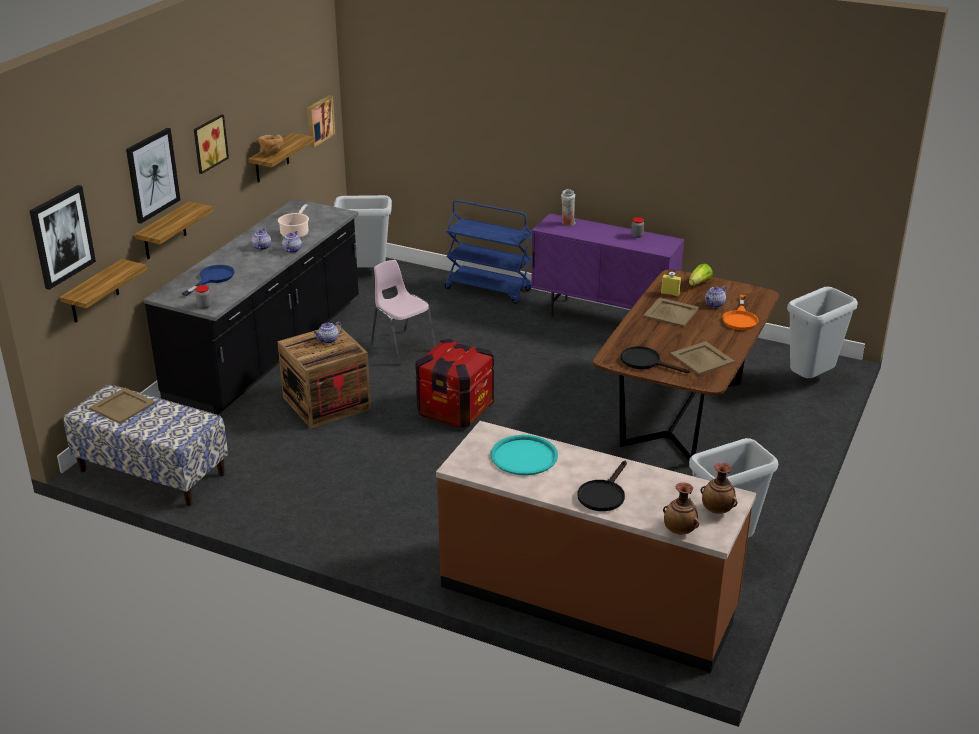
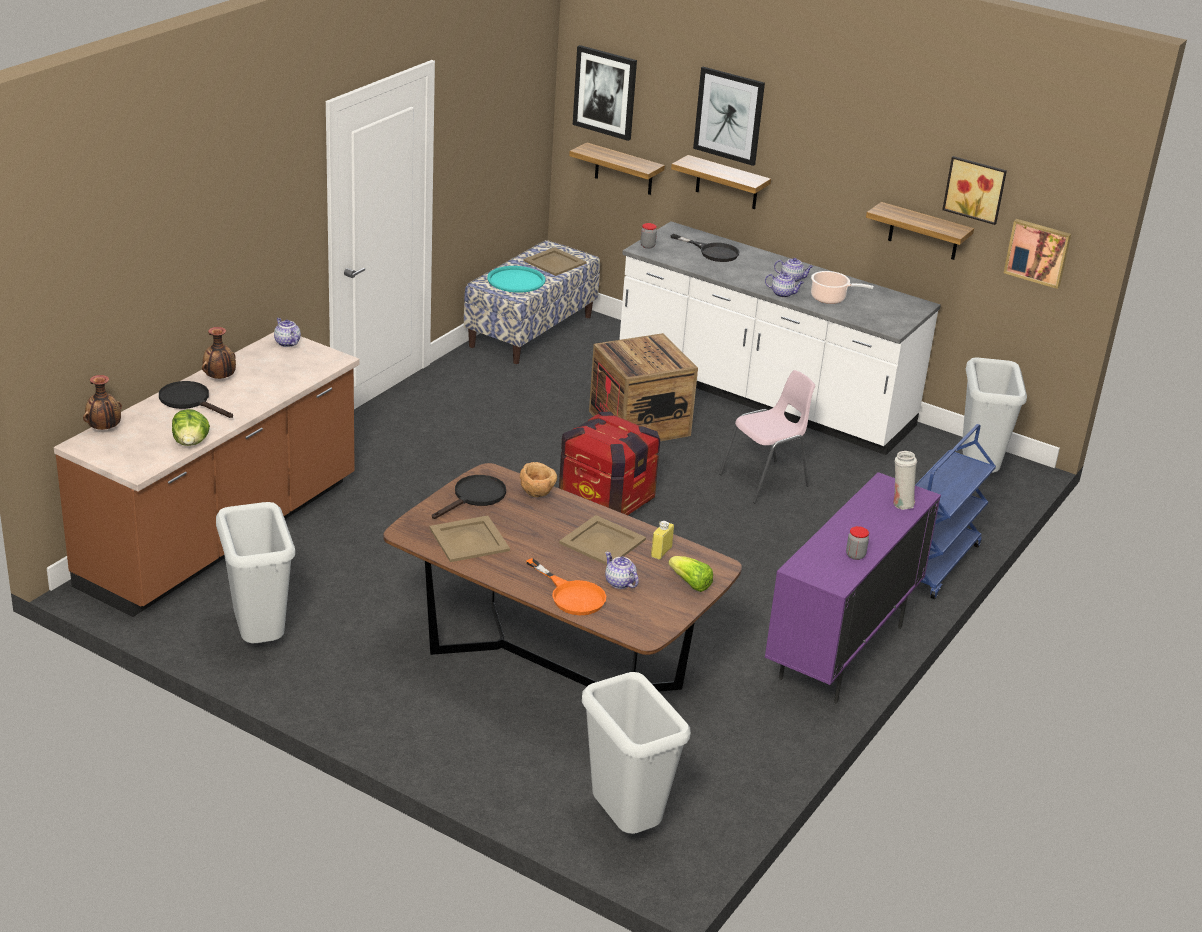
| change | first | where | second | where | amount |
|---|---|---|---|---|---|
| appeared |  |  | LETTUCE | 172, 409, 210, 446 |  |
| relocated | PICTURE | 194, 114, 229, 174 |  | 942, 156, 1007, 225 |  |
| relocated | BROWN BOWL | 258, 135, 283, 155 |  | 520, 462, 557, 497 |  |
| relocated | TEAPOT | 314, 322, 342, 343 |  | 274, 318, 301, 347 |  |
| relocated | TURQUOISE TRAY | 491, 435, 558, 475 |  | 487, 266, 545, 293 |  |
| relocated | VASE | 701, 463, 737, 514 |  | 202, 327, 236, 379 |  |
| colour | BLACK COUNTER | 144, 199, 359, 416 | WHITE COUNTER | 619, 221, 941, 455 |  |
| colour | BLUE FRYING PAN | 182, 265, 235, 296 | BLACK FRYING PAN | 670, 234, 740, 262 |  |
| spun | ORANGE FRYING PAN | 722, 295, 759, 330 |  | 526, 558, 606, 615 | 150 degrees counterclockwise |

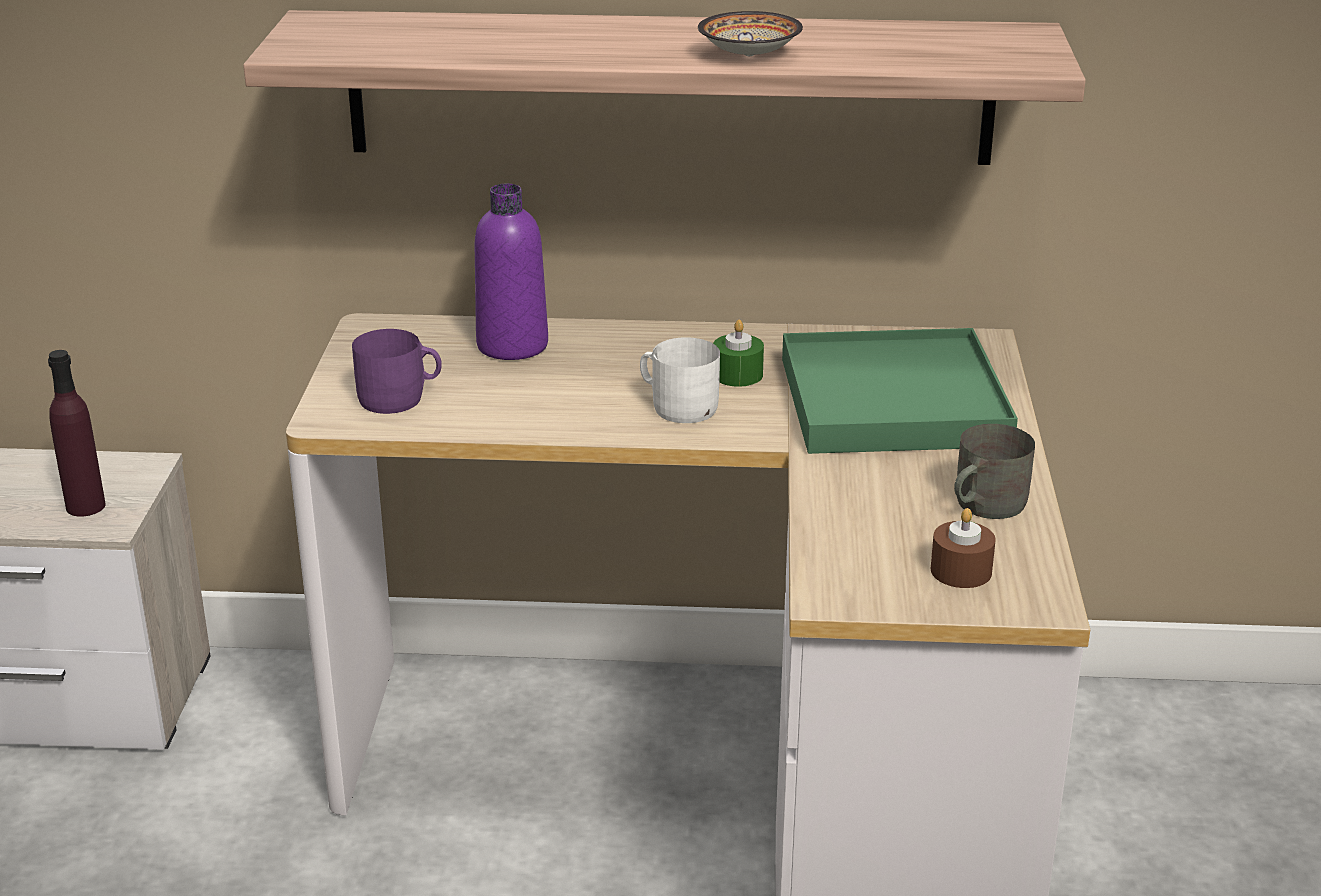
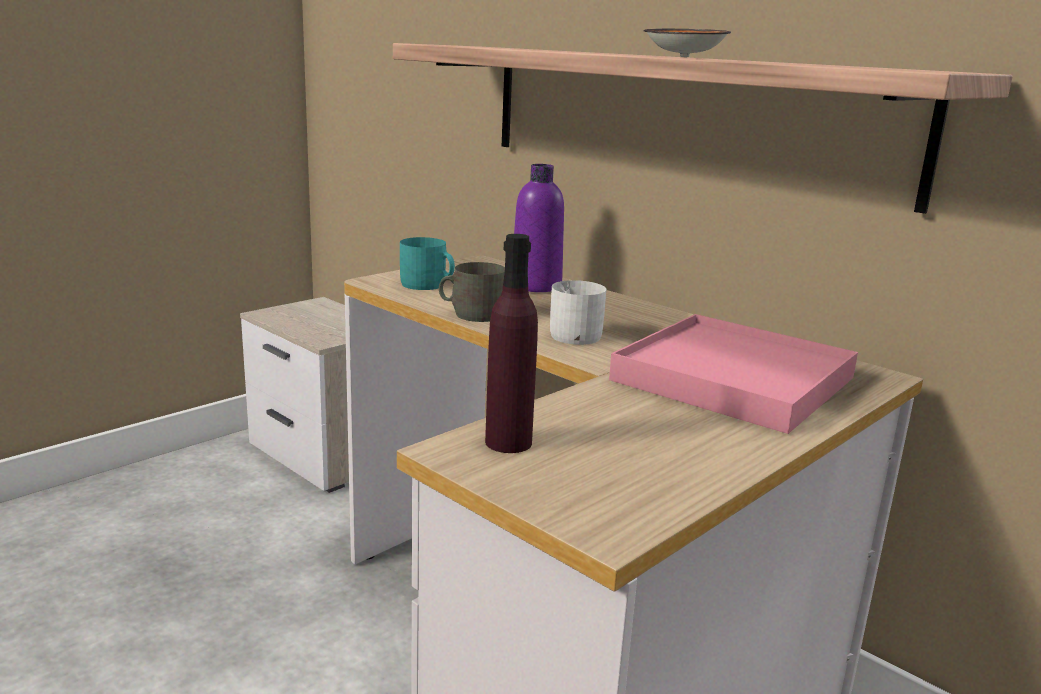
| change | first | where | second | where | amount |
|---|---|---|---|---|---|
| missing | GREEN CANDLE | 713, 320, 764, 387 |  |  |  |
| missing | BROWN CANDLE | 931, 508, 996, 588 |  |  |  |
| relocated | PURPLE BOTTLE | 48, 350, 106, 517 |  | 485, 234, 538, 453 |  |
| relocated | GREY MUG | 954, 424, 1035, 519 |  | 439, 262, 505, 322 |  |
| colour | PURPLE MUG | 352, 329, 442, 414 | TURQUOISE MUG | 400, 237, 455, 290 |  |
| colour | GREEN TRAY | 782, 328, 1018, 454 | PINK TRAY | 609, 314, 858, 434 |  |

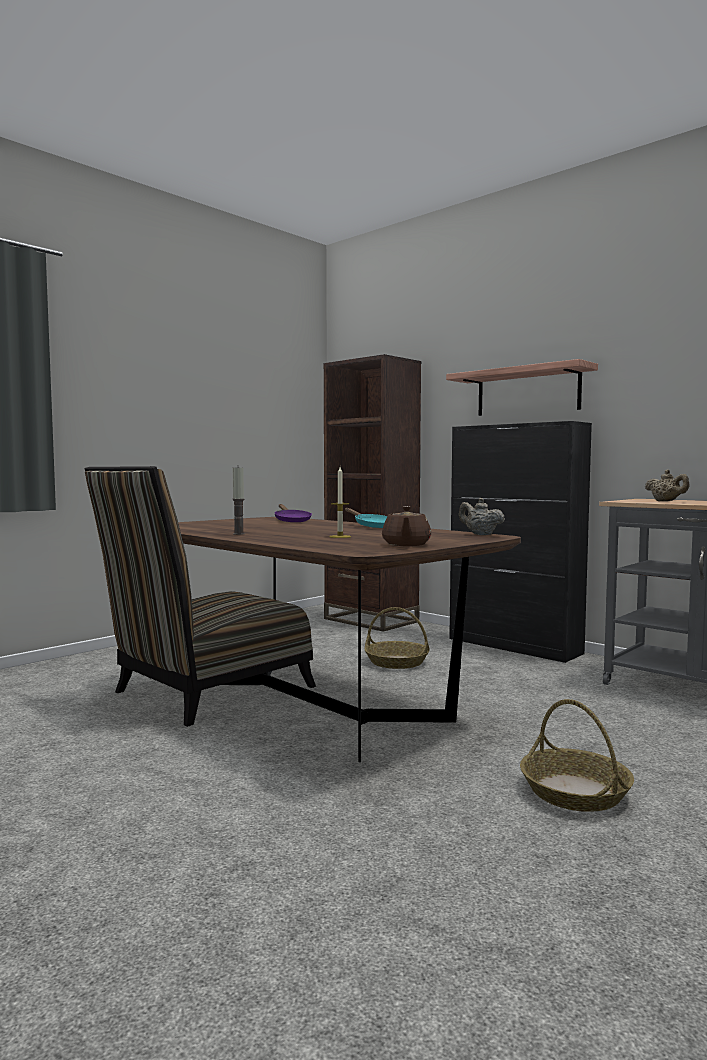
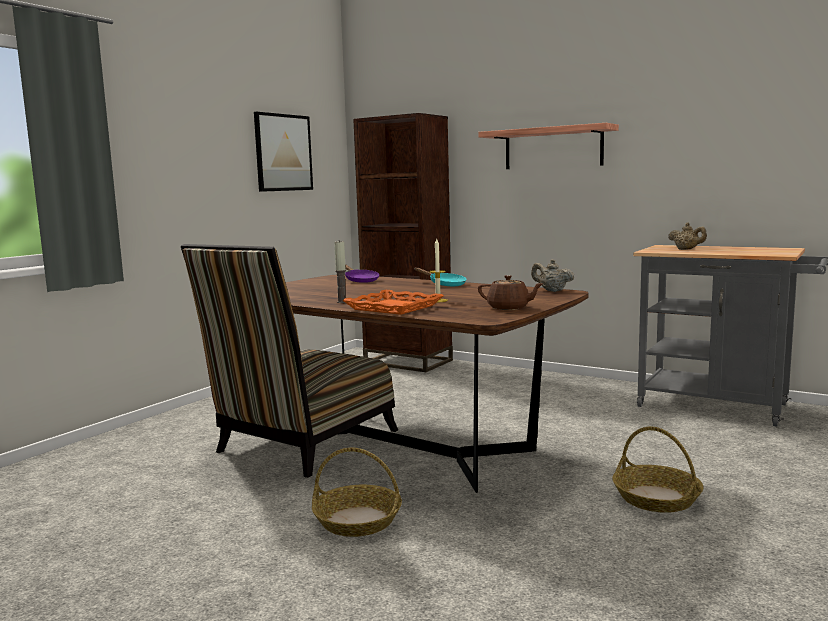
| change | first | where | second | where | amount |
|---|---|---|---|---|---|
| missing | BLACK CABINET | 449, 421, 592, 663 |  |  |  |
| appeared |  |  | PICTURE | 254, 112, 313, 192 |  |
| appeared |  |  | ORANGE TRAY | 342, 290, 444, 315 |  |
| relocated | BASKET | 365, 607, 430, 669 |  | 312, 447, 402, 537 |  |
| spun | BROWN TEAPOT | 382, 506, 431, 546 |  | 478, 275, 544, 310 | 60 degrees counterclockwise |

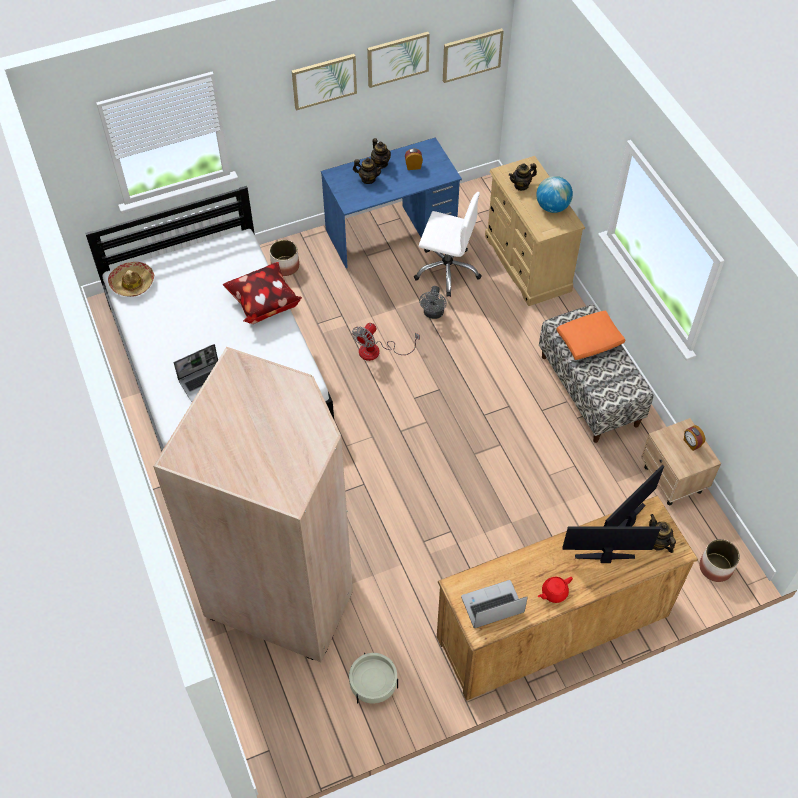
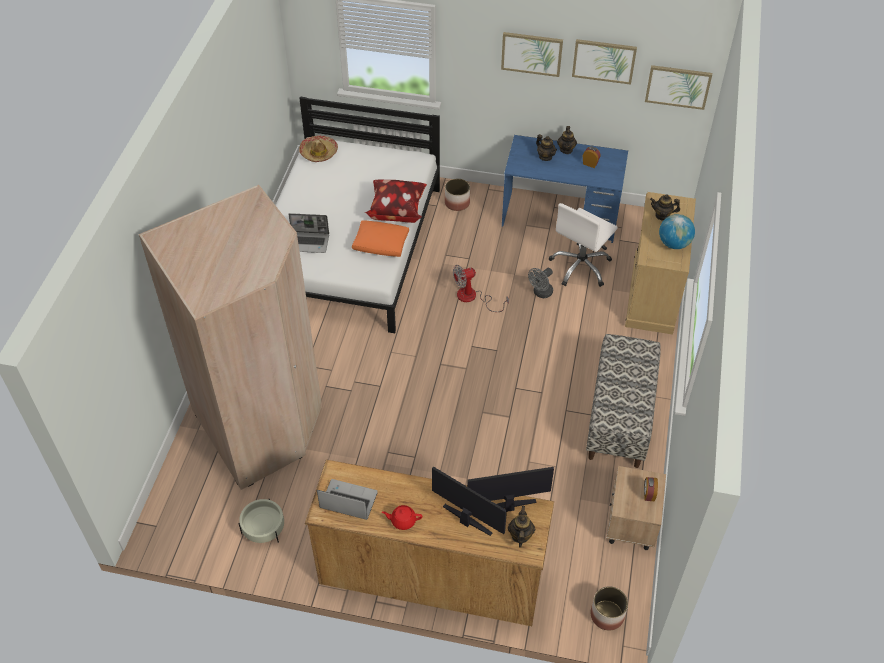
| change | first | where | second | where | amount |
|---|---|---|---|---|---|
| relocated | ORANGE PILLOW | 556, 311, 625, 360 |  | 352, 220, 409, 257 |  |
| spun | WHITE OFFICE CHAIR | 414, 192, 482, 297 |  | 549, 203, 618, 287 | 75 degrees clockwise |

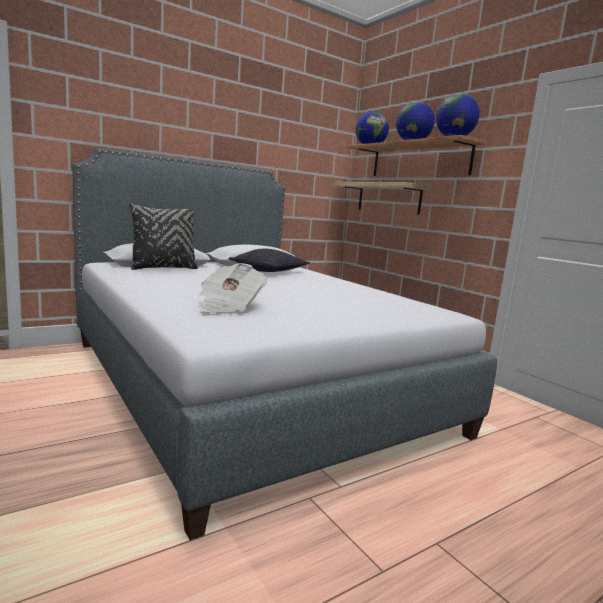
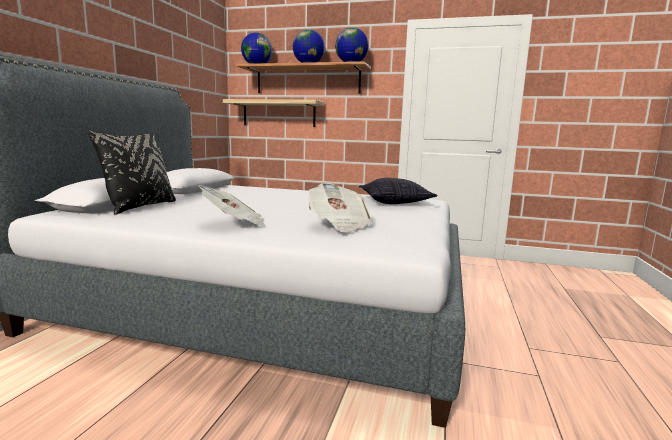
| change | first | where | second | where | amount |
|---|---|---|---|---|---|
| appeared |  |  | NEWSPAPER | 198, 185, 266, 227 |  |
| relocated | PILLOW | 229, 248, 310, 272 |  | 359, 178, 438, 204 |  |

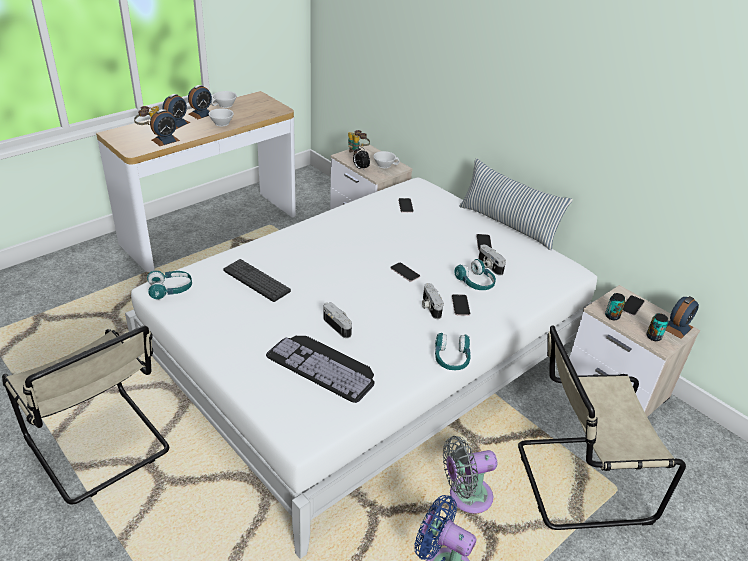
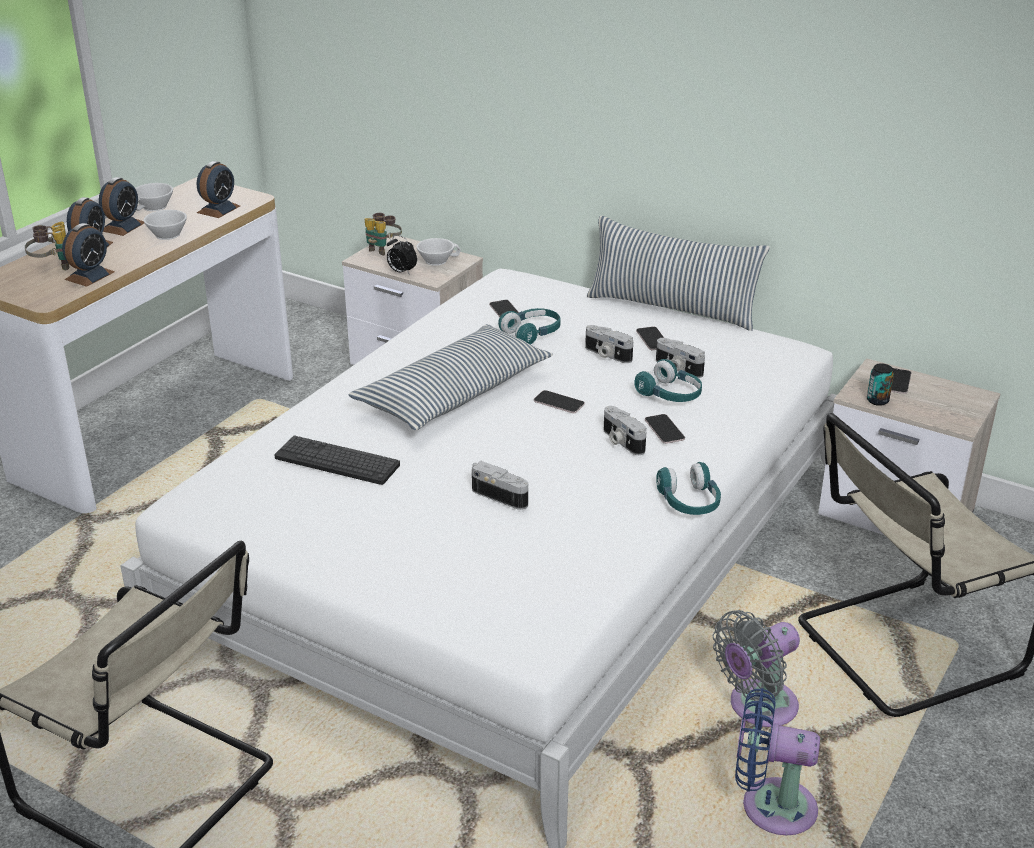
| change | first | where | second | where | amount |
|---|---|---|---|---|---|
| missing | KEYBOARD | 266, 336, 375, 403 |  |  |  |
| missing | CAN | 646, 313, 668, 341 |  |  |  |
| appeared |  |  | PILLOW | 349, 324, 553, 430 |  |
| appeared |  |  | PHOTO CAMERA | 585, 325, 633, 363 |  |
| relocated | TURQUOISE HEADPHONES | 147, 270, 192, 299 |  | 498, 308, 561, 345 |  |
| relocated | ALARM CLOCK | 666, 296, 699, 339 |  | 197, 161, 240, 218 |  |

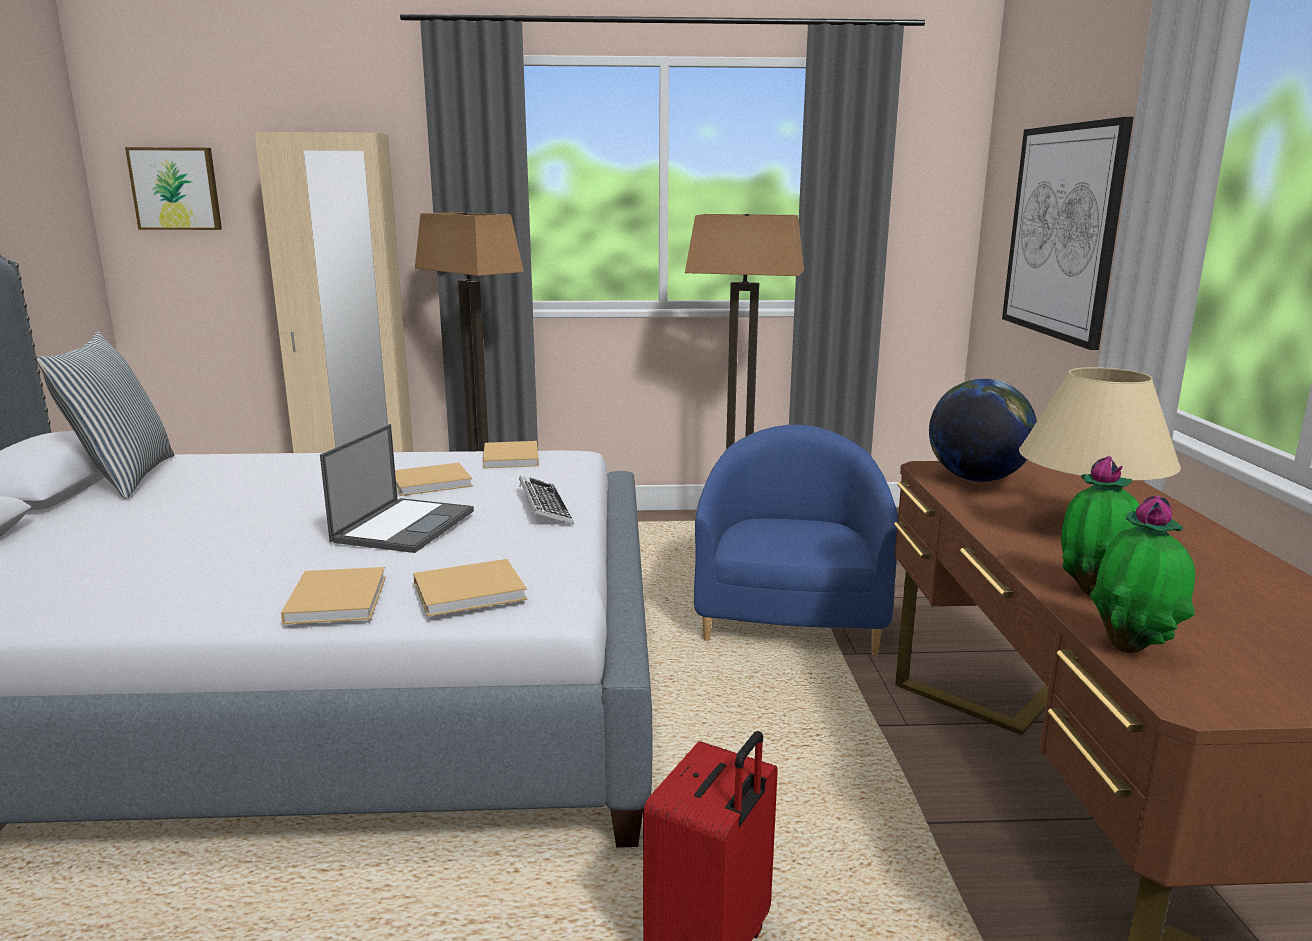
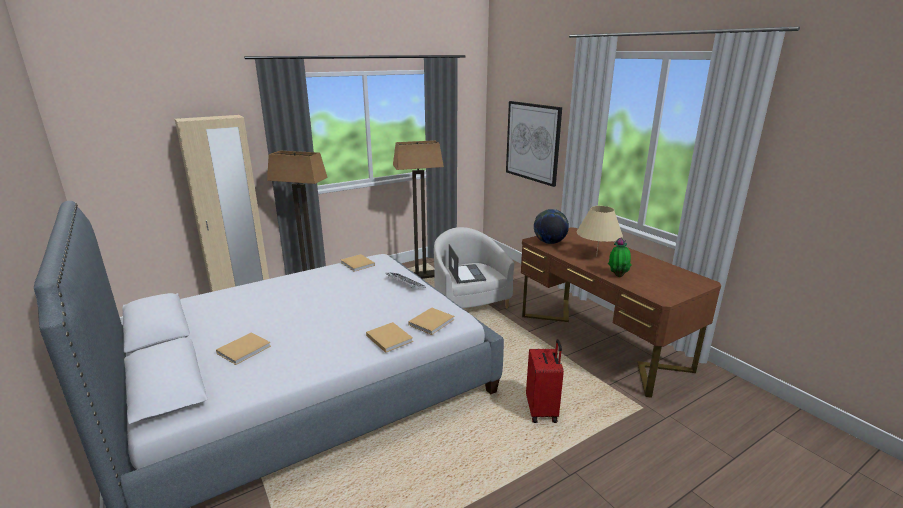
| change | first | where | second | where | amount |
|---|---|---|---|---|---|
| missing | PILLOW | 36, 332, 174, 499 |  |  |  |
| missing | PICTURE | 125, 147, 222, 230 |  |  |  |
| missing | POTTED PLANT | 1090, 495, 1195, 653 |  |  |  |
| relocated | LAPTOP | 320, 424, 474, 553 |  | 449, 244, 486, 284 |  |
| relocated | BEIGE BOOK | 395, 463, 473, 496 |  | 216, 332, 271, 365 |  |
| colour | BLUE ARMCHAIR | 694, 425, 898, 655 | WHITE ARMCHAIR | 434, 227, 514, 308 |  |

